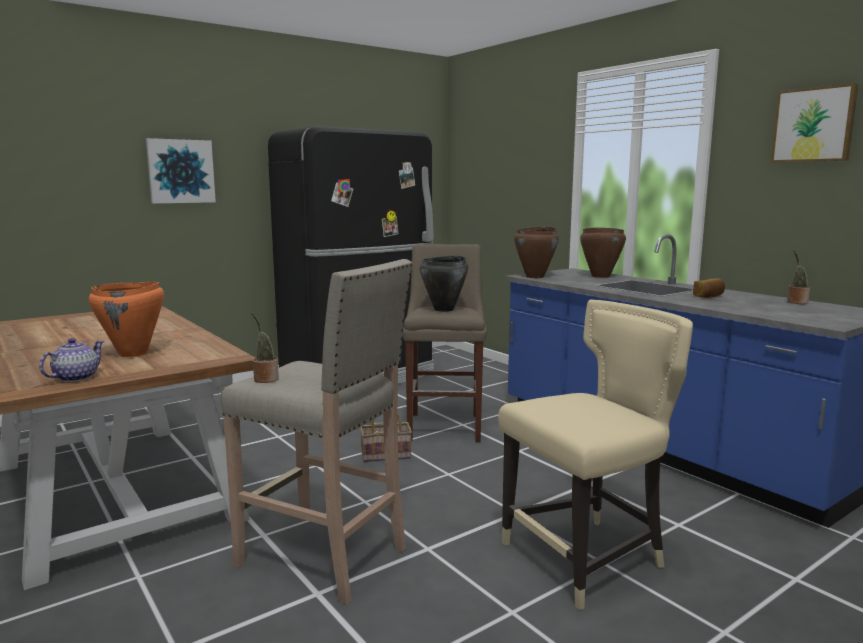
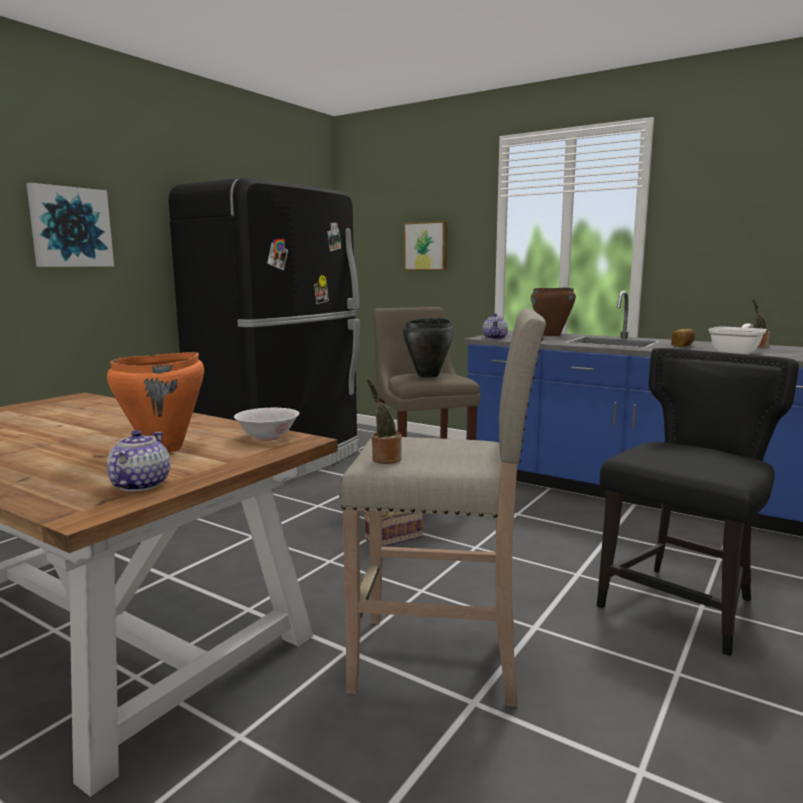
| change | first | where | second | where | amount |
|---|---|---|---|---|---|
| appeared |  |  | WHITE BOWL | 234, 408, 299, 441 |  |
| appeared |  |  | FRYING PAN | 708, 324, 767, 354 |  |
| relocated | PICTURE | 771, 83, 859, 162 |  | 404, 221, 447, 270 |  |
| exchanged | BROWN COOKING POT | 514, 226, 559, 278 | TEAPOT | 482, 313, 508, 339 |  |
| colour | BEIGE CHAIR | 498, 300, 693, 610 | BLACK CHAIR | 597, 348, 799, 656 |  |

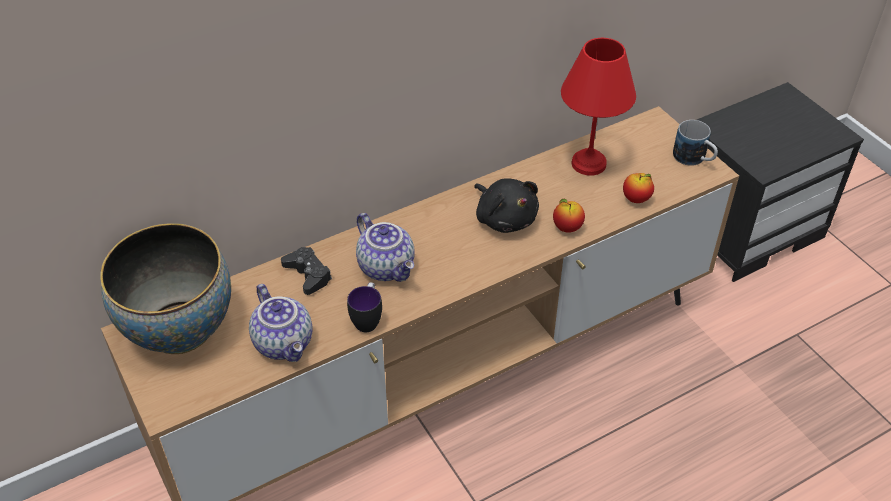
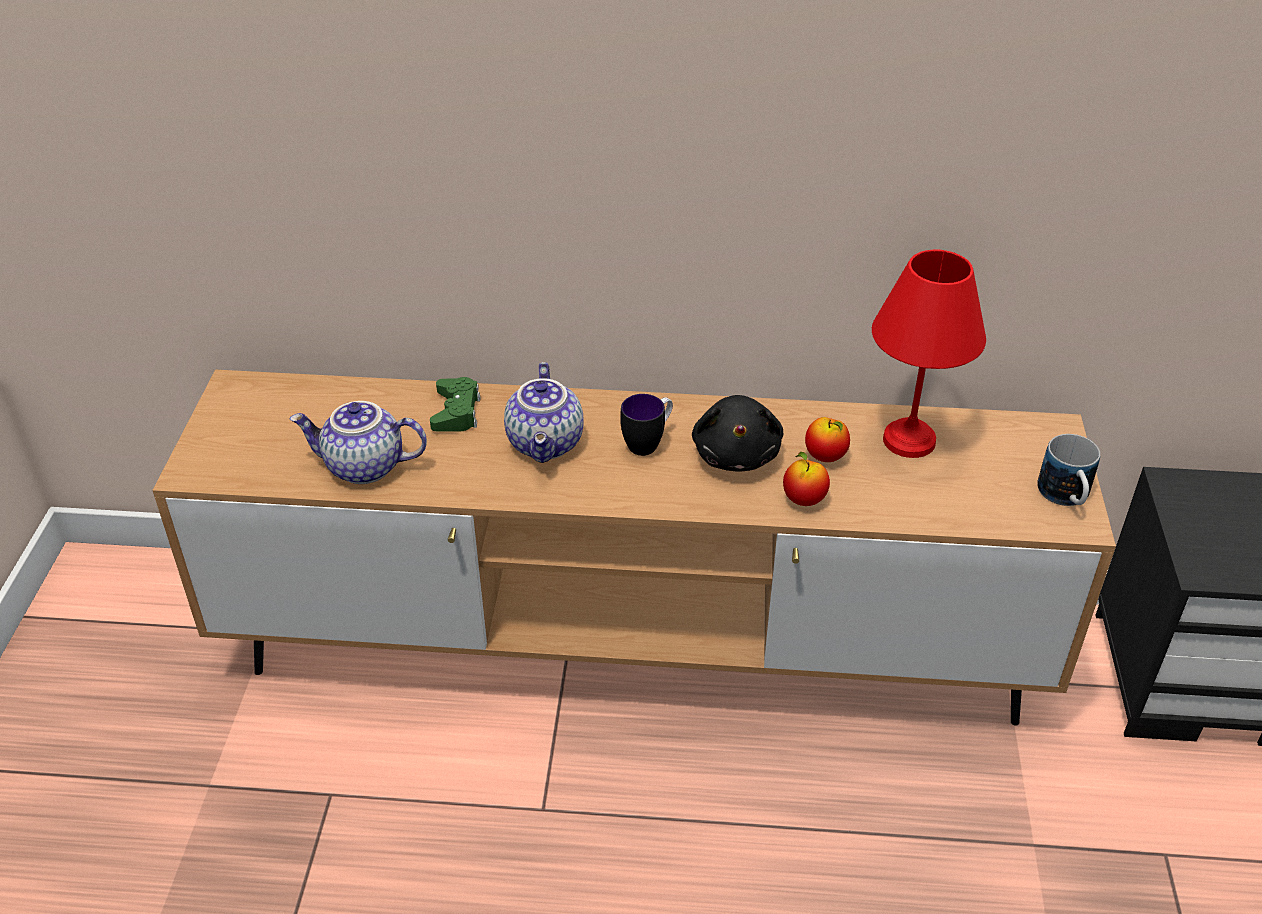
| change | first | where | second | where | amount |
|---|---|---|---|---|---|
| missing | BOWL | 100, 223, 231, 354 |  |  |  |
| relocated | MUG | 347, 282, 382, 333 |  | 620, 394, 673, 456 |  |
| relocated | APPLE | 623, 173, 654, 203 |  | 805, 417, 850, 462 |  |
| colour | BLACK GAME CONTROLLER | 281, 247, 332, 295 | GREEN GAME CONTROLLER | 430, 377, 481, 431 |  |
| spun | TEAPOT | 249, 284, 312, 362 |  | 290, 401, 427, 484 | 90 degrees clockwise |

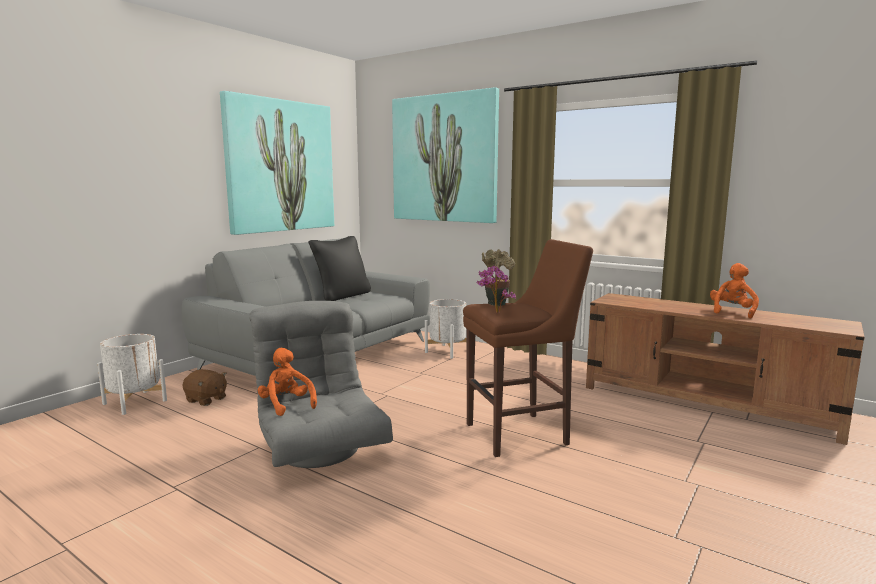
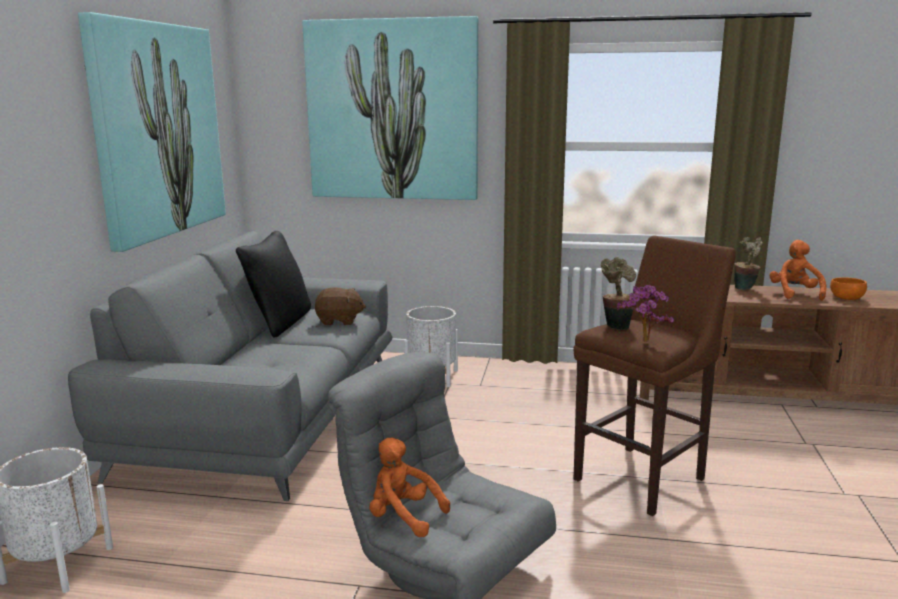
| change | first | where | second | where | amount |
|---|---|---|---|---|---|
| appeared |  |  | POTTED PLANT | 734, 237, 763, 290 |  |
| appeared |  |  | ORANGE BOWL | 830, 277, 867, 300 |  |
| relocated | BROWN PLUSH TOY | 183, 369, 227, 406 |  | 315, 287, 366, 325 |  |

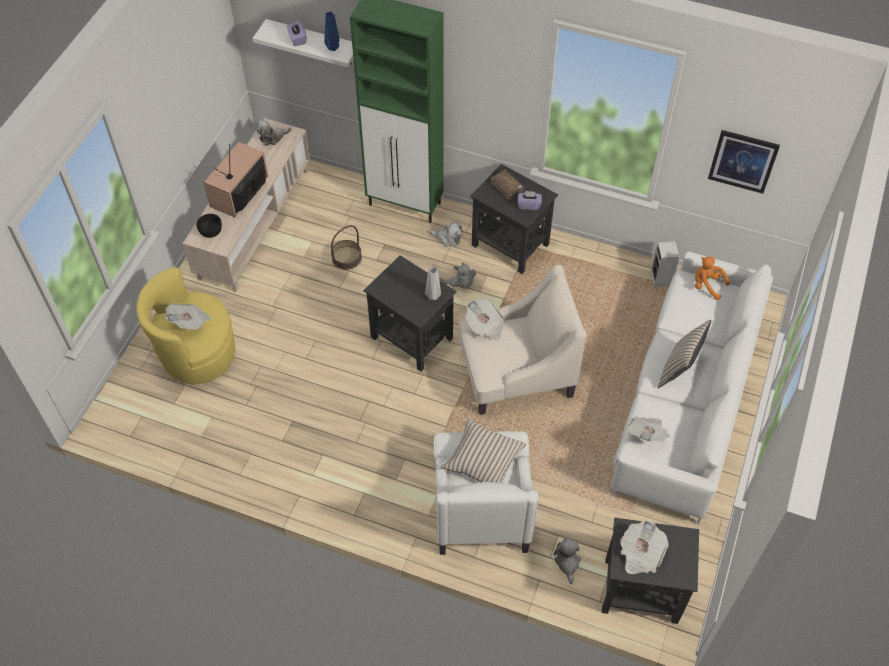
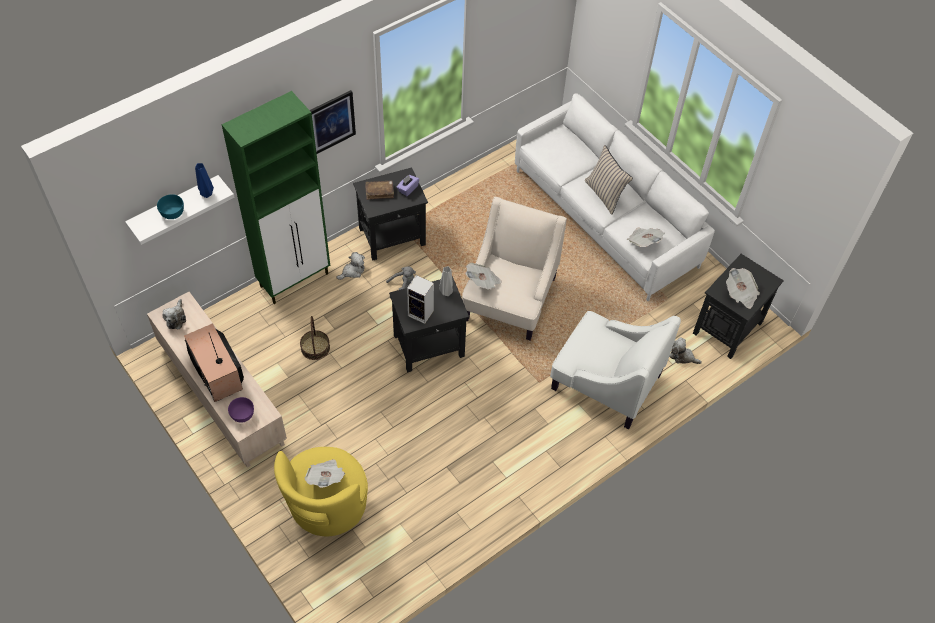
| change | first | where | second | where | amount |
|---|---|---|---|---|---|
| missing | BEIGE PILLOW | 441, 418, 526, 483 |  |  |  |
| missing | ORANGE PLUSH TOY | 695, 257, 730, 300 |  |  |  |
| relocated | SPEAKER | 650, 241, 680, 287 |  | 407, 275, 434, 324 |  |
| relocated | PICTURE | 708, 130, 780, 194 |  | 310, 90, 356, 154 |  |
| exchanged | PURPLE TISSUE BOX | 287, 20, 306, 46 | TURQUOISE BOWL | 157, 194, 184, 219 |  |
| colour | BLACK BOWL | 196, 214, 222, 238 | PURPLE BOWL | 228, 397, 254, 423 |  |

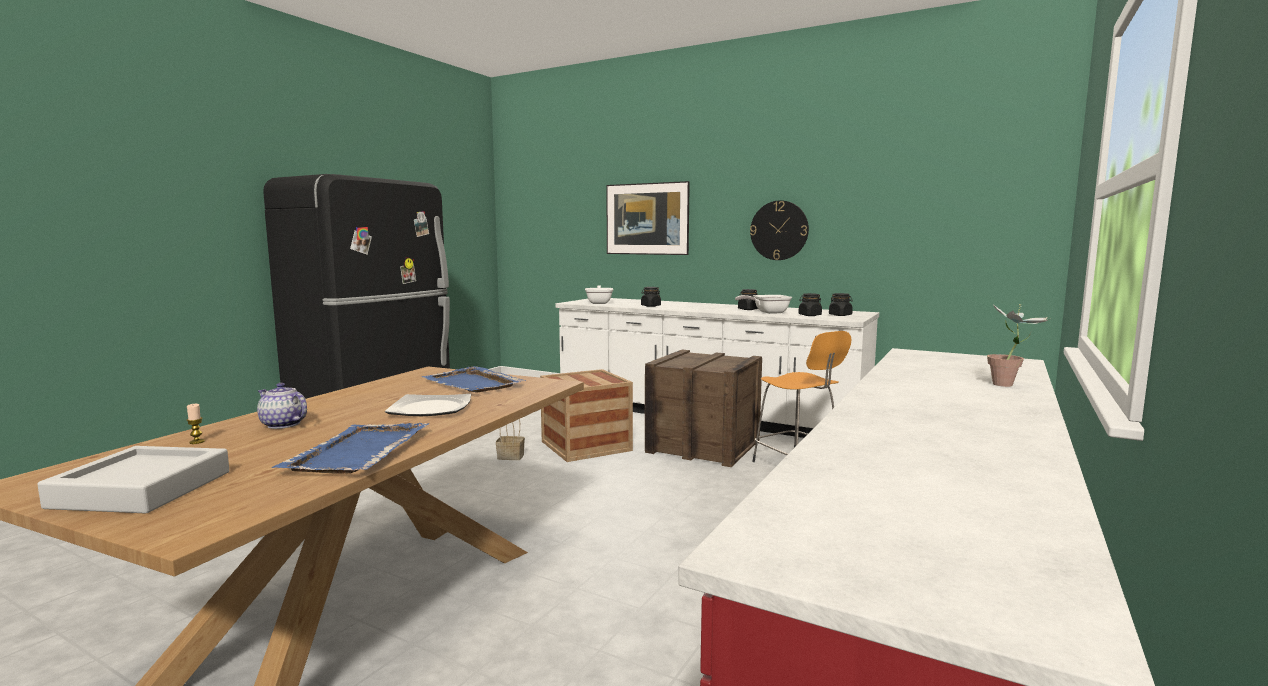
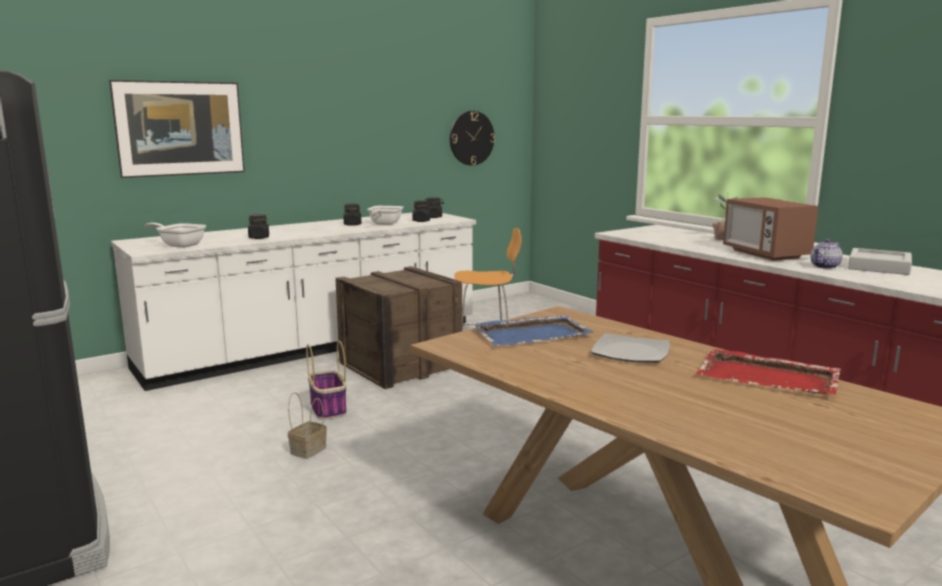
| change | first | where | second | where | amount |
|---|---|---|---|---|---|
| missing | CANDLE | 187, 404, 205, 444 |  |  |  |
| appeared |  |  | MICROWAVE | 723, 197, 819, 261 |  |
| relocated | GREY TRAY | 37, 446, 229, 514 |  | 848, 248, 912, 275 |  |
| relocated | TEAPOT | 257, 383, 307, 429 |  | 810, 239, 843, 269 |  |
| relocated | WALL CLOCK | 750, 200, 809, 260 |  | 450, 111, 495, 166 |  |
| exchanged | CRATE | 540, 369, 633, 462 | BASKET | 306, 340, 346, 420 |  |
| colour | BLUE TRAY | 272, 423, 430, 474 | RED TRAY | 696, 349, 841, 394 |  |

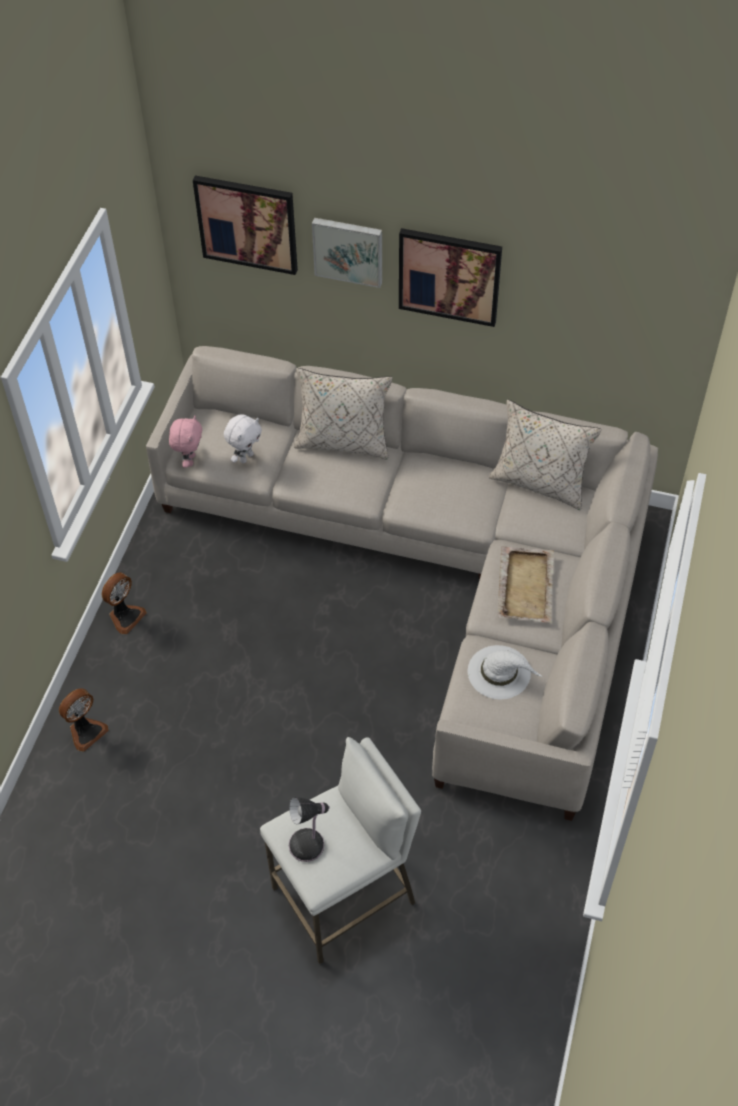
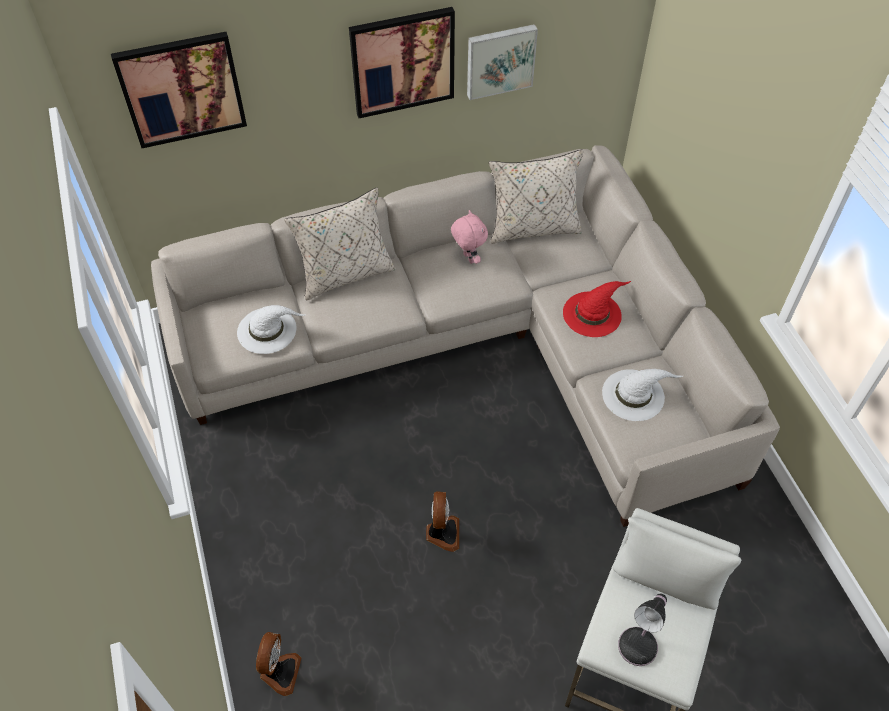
| change | first | where | second | where | amount |
|---|---|---|---|---|---|
| relocated | FAN | 101, 572, 147, 634 |  | 426, 491, 459, 552 |  |
| relocated | PINK PLUSH TOY | 169, 415, 202, 468 |  | 451, 210, 488, 264 |  |
| relocated | PICTURE | 312, 218, 382, 288 |  | 467, 24, 538, 100 |  |
| exchanged | WHITE PLUSH TOY | 224, 414, 262, 463 | WHITE HAT | 237, 305, 305, 354 |  |
| exchanged | BEIGE TRAY | 497, 546, 554, 623 | RED HAT | 563, 281, 631, 337 |  |

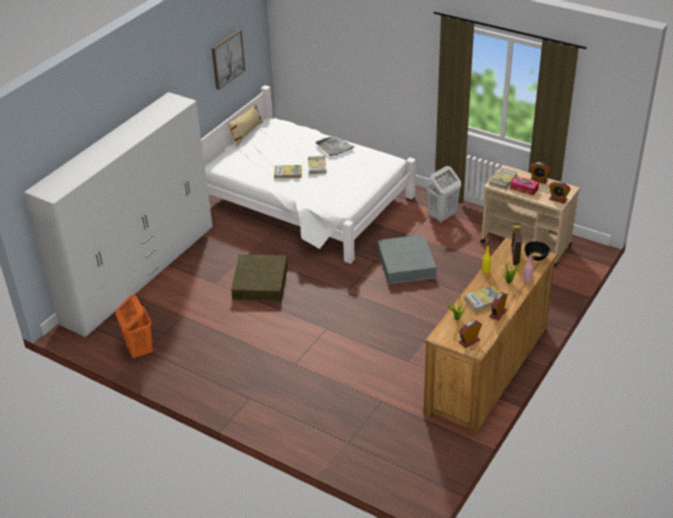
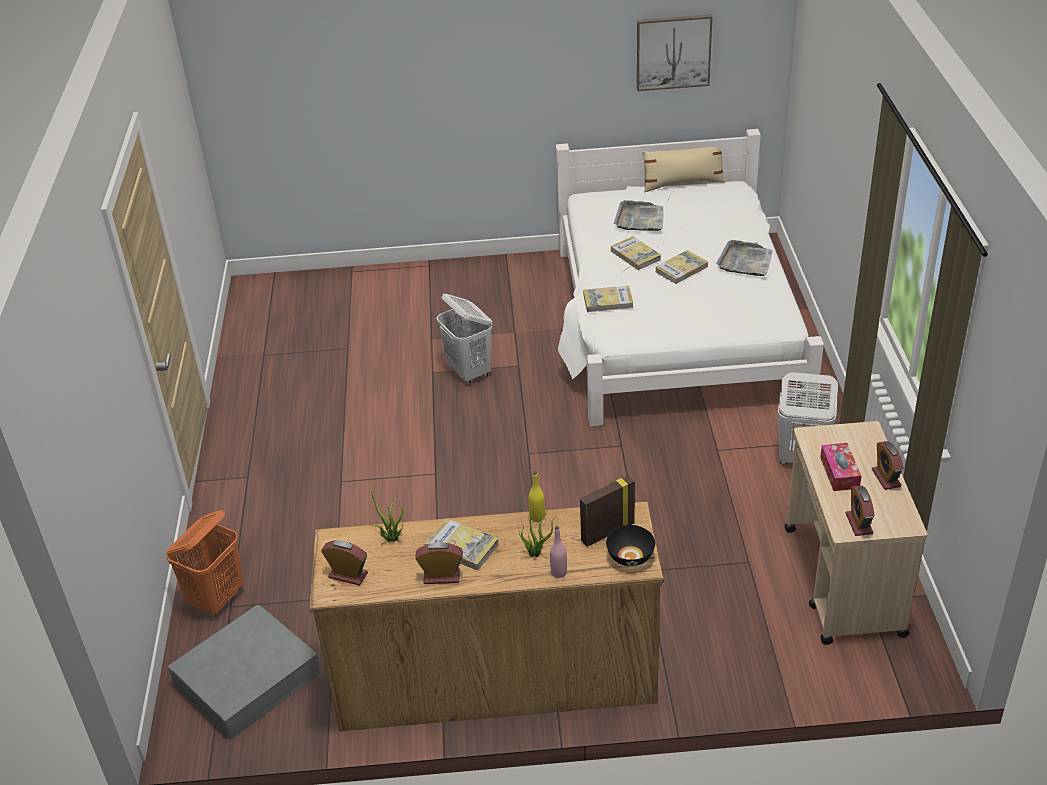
| change | first | where | second | where | amount |
|---|---|---|---|---|---|
| missing | WHITE WARDROBE | 24, 92, 213, 337 |  |  |  |
| appeared |  |  | GREY TRAY | 614, 200, 663, 231 |  |
| relocated | ORANGE LAUNDRY BASKET | 116, 295, 153, 359 |  | 166, 510, 243, 615 |  |
| relocated | GREY STORAGE BOX | 378, 234, 436, 284 |  | 168, 605, 320, 739 |  |
| relocated | BOOK | 489, 167, 517, 189 |  | 583, 286, 634, 312 |  |
| exchanged | BROWN STORAGE BOX | 231, 254, 288, 302 | WHITE LAUNDRY BASKET | 437, 294, 493, 385 |  |

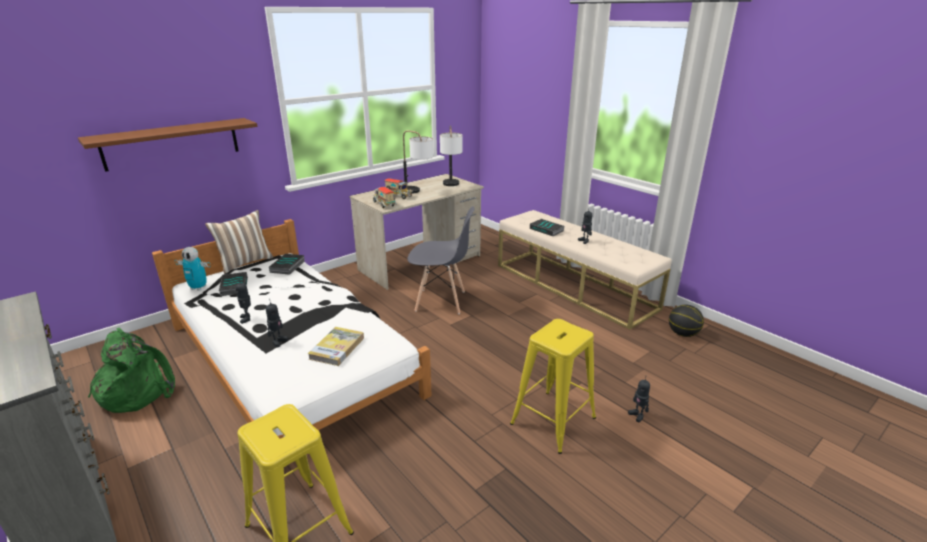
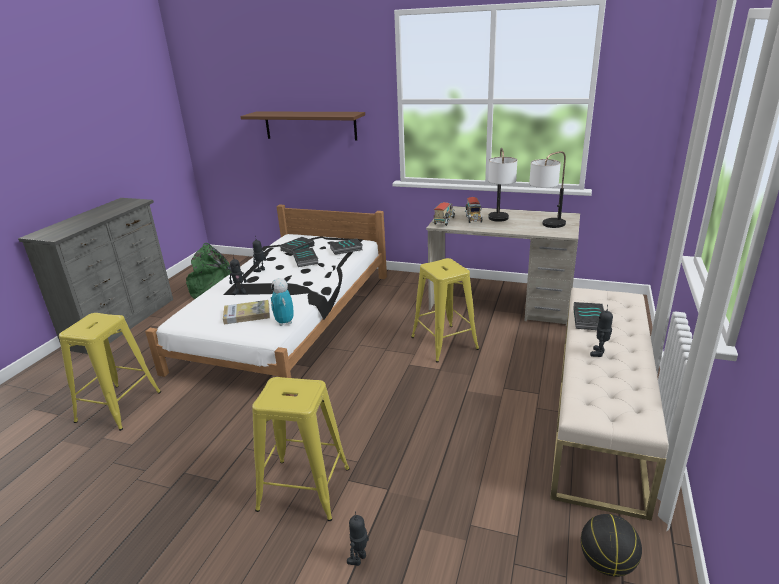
| change | first | where | second | where | amount |
|---|---|---|---|---|---|
| missing | PILLOW | 205, 210, 273, 273 |  |  |  |
| appeared |  |  | BOOK | 293, 248, 319, 267 |  |
| relocated | TOY ROBOT | 174, 247, 211, 291 |  | 271, 278, 294, 326 |  |
| exchanged | GREY CHAIR | 407, 206, 474, 314 | YELLOW STOOL | 411, 258, 479, 362 |  |

